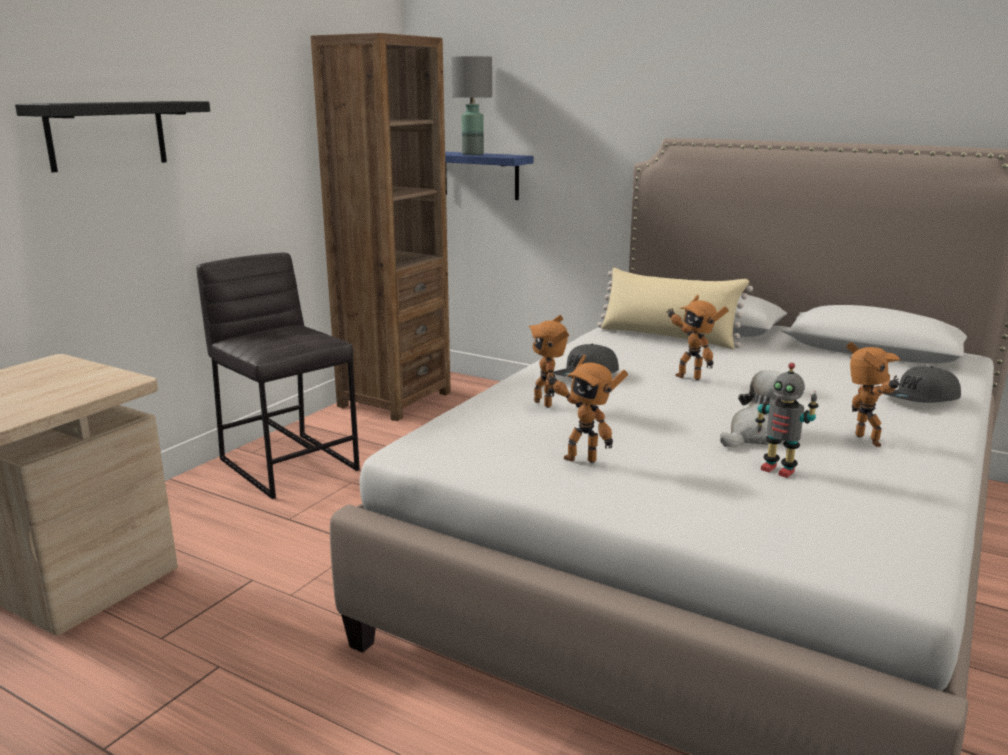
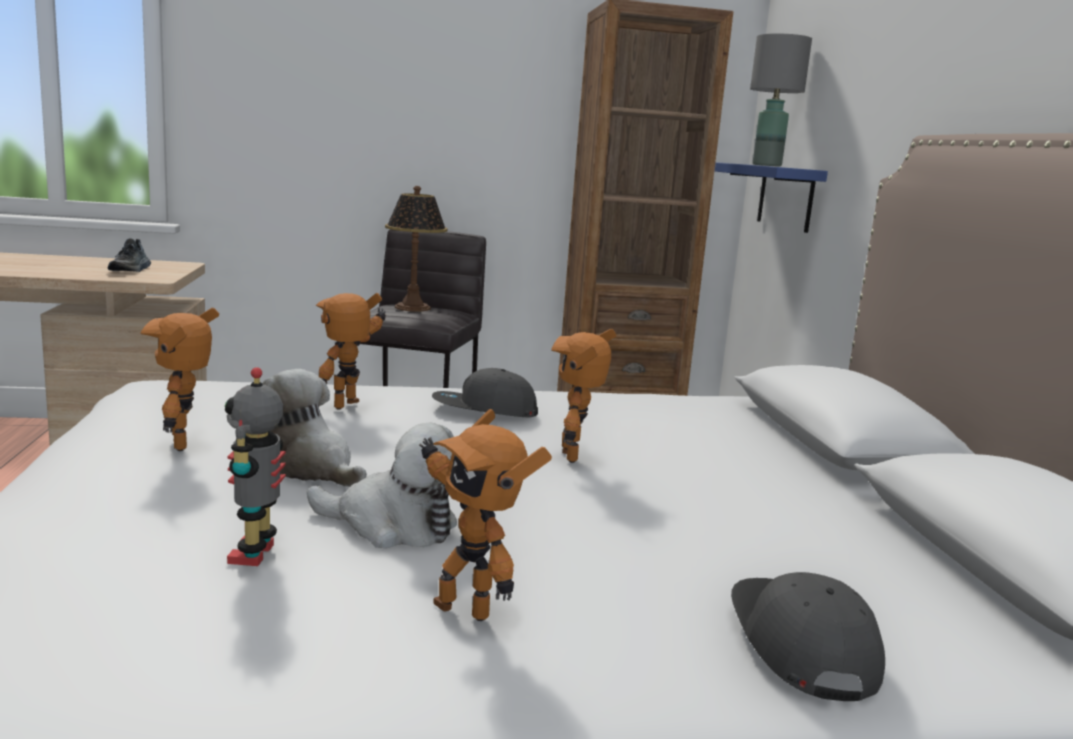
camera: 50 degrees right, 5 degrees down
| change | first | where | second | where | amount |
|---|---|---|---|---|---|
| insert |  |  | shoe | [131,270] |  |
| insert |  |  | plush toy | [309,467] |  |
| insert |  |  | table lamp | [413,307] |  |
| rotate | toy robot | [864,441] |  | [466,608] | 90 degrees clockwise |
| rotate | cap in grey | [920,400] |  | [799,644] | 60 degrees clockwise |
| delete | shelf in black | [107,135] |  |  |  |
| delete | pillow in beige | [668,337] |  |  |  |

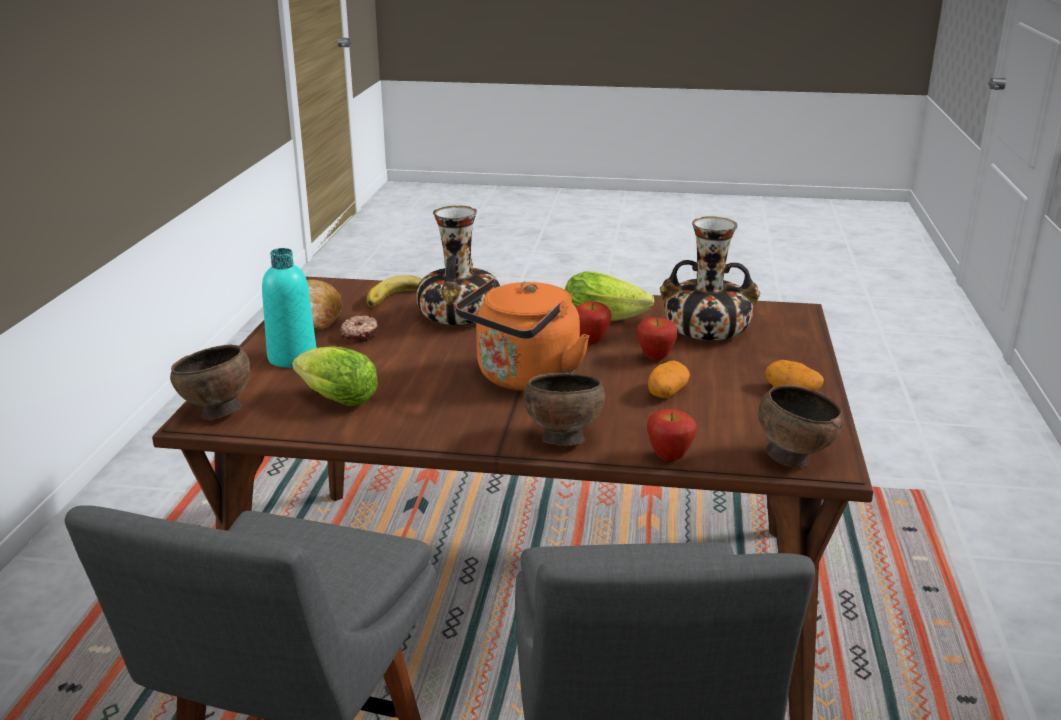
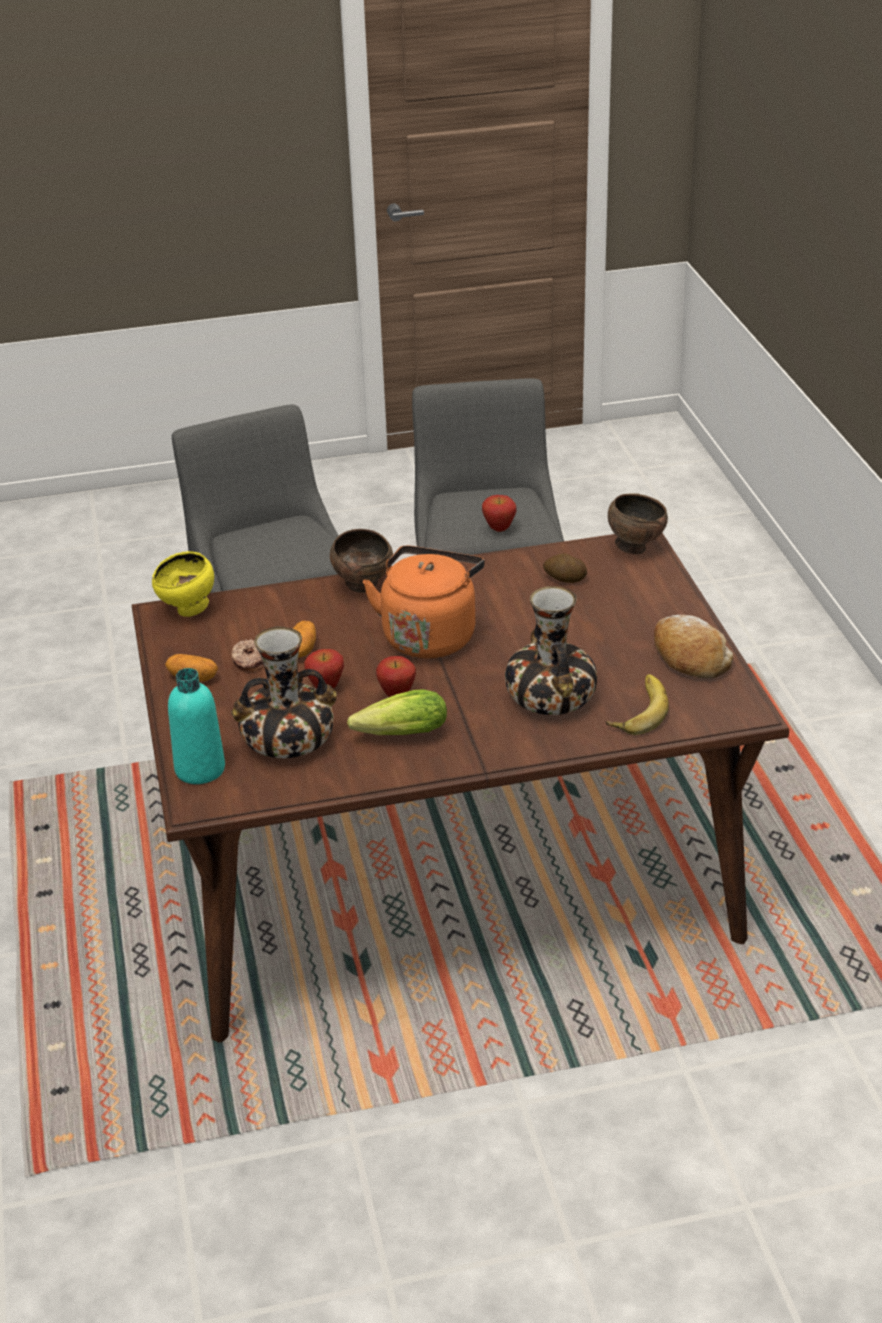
camera: 160 degrees right, 10 degrees up
| change | first | where | second | where | amount |
|---|---|---|---|---|---|
| recolor | bowl in brown | [793,459] | bowl in yellow | [188,610] |  |
| move | bottle in turquoise | [292,358] |  | [200,769] |  |
| move | donut | [360,335] |  | [249,661] |  |
| move | apple | [669,458] |  | [499,529] |  |
| replace | lettuce | [334,399] | potato | [564,579] |  |

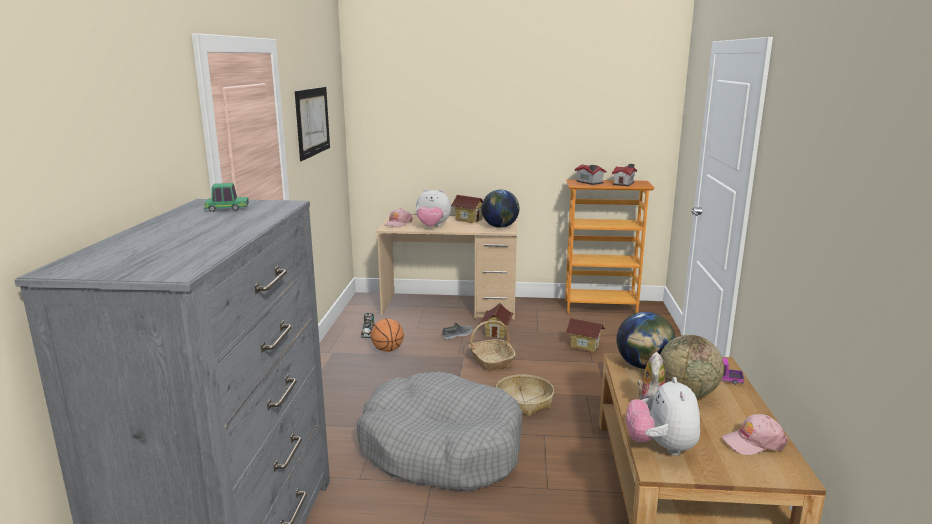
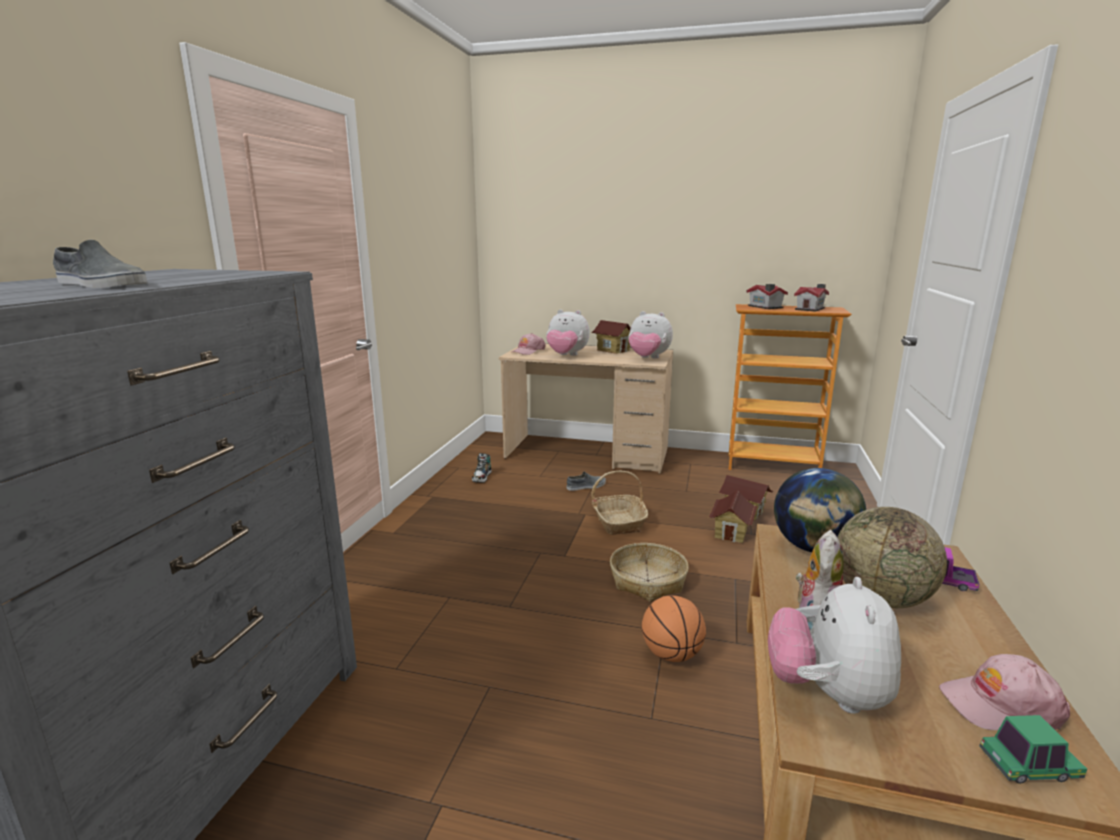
camera: 10 degrees right, 0 degrees up
| change | first | where | second | where | amount |
|---|---|---|---|---|---|
| insert |  |  | shoe in grey | [100,285] |  |
| replace | globe | [500,226] | plush toy | [648,358] |  |
| move | basketball | [387,350] |  | [671,654] |  |
| move | toy house | [497,332] |  | [731,533] |  |
| move | toy car | [227,209] |  | [1028,766] |  |
| delete | picture | [312,121] |  |  |  |
| delete | dog bed in grey | [441,448] |  |  |  |

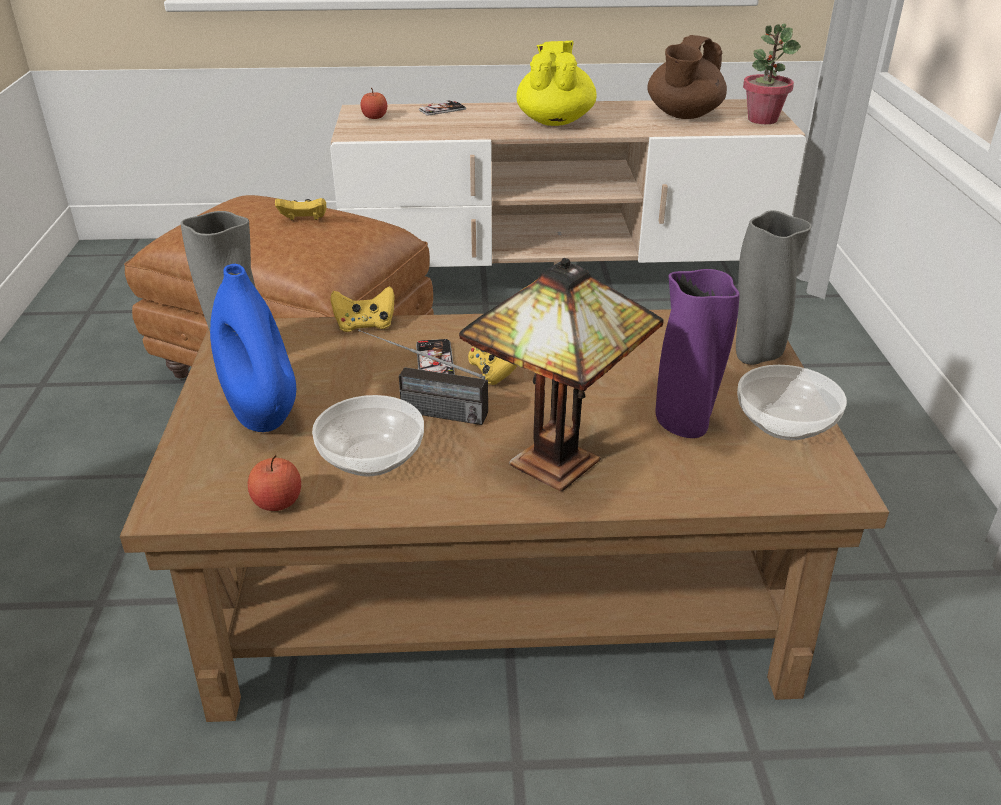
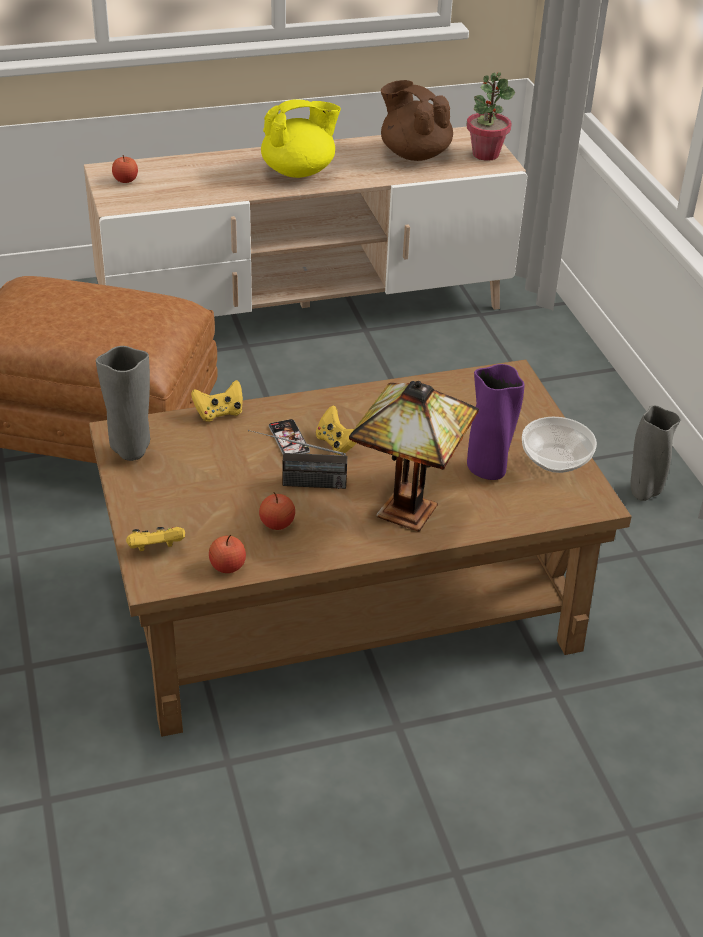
camera: 15 degrees left, 5 degrees up
| change | first | where | second | where | amount |
|---|---|---|---|---|---|
| move | game controller in yellow | [304,220] |  | [156,549] |  |
| replace | bowl | [371,456] | apple | [277,523] |  |
| rotate | teapot in yellow | [555,121] |  | [299,171] | 75 degrees clockwise |
| rotate | teapot in brown | [683,115] |  | [414,154] | 120 degrees clockwise |
| move | vase in grey | [755,356] |  | [643,492] |  |
| delete | vase in blue | [262,413] |  |  |  |
| delete | phone | [442,110] |  |  |  |

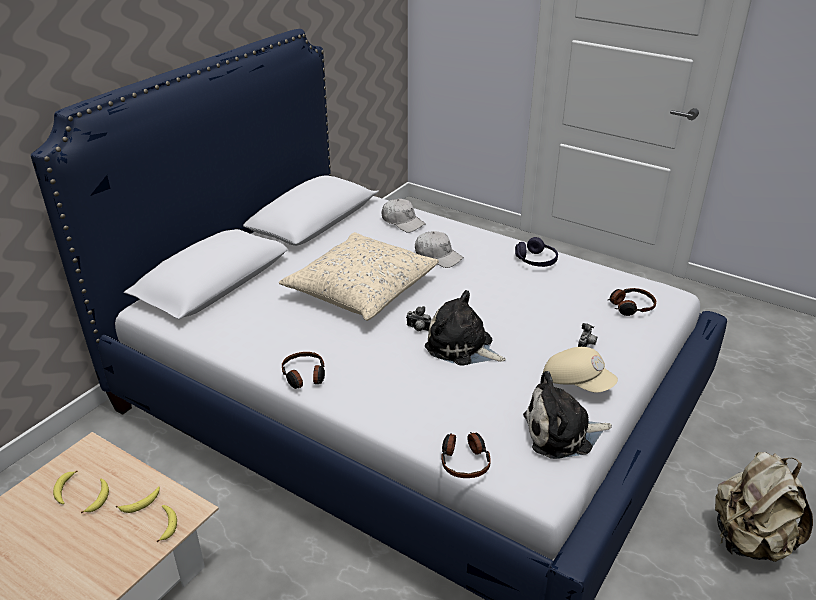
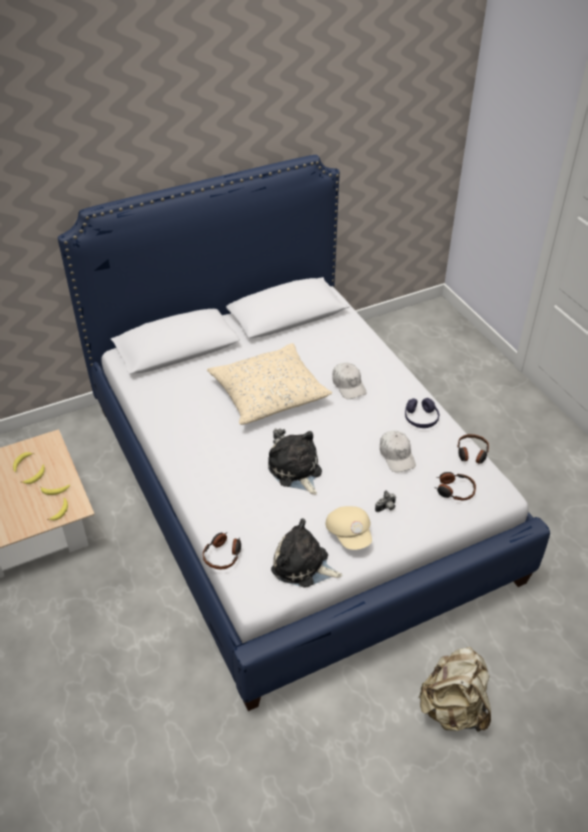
camera: 30 degrees right, 10 degrees up
| change | first | where | second | where | amount |
|---|---|---|---|---|---|
| move | cap in white | [402,222] |  | [397,455] |  |
| move | headphones | [304,376] |  | [472,453] |  |

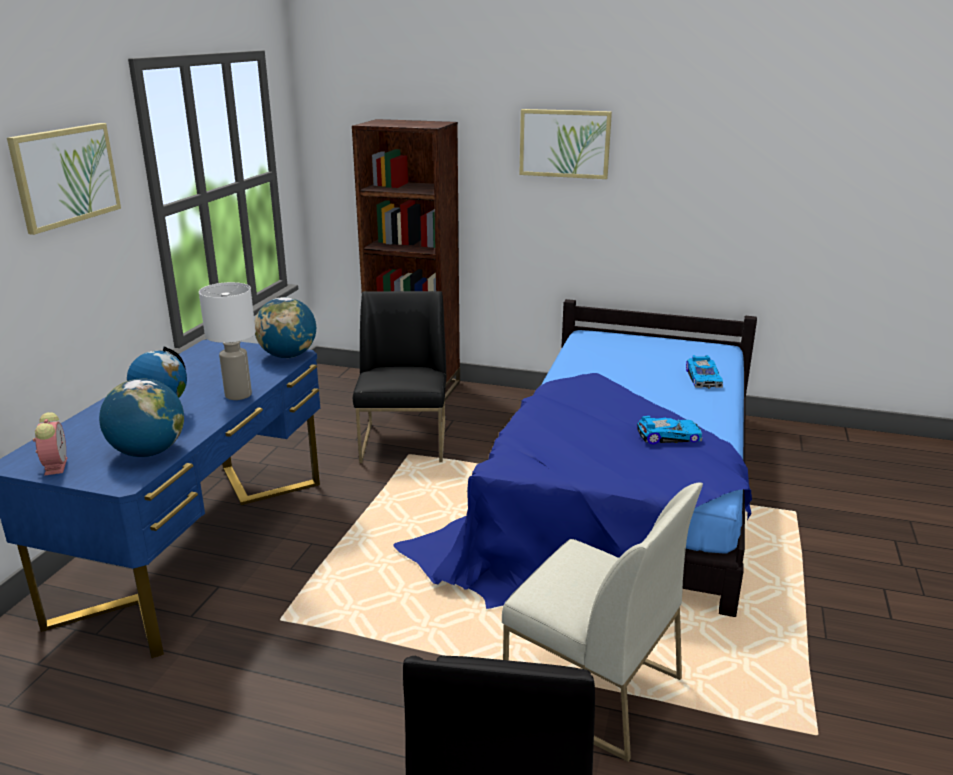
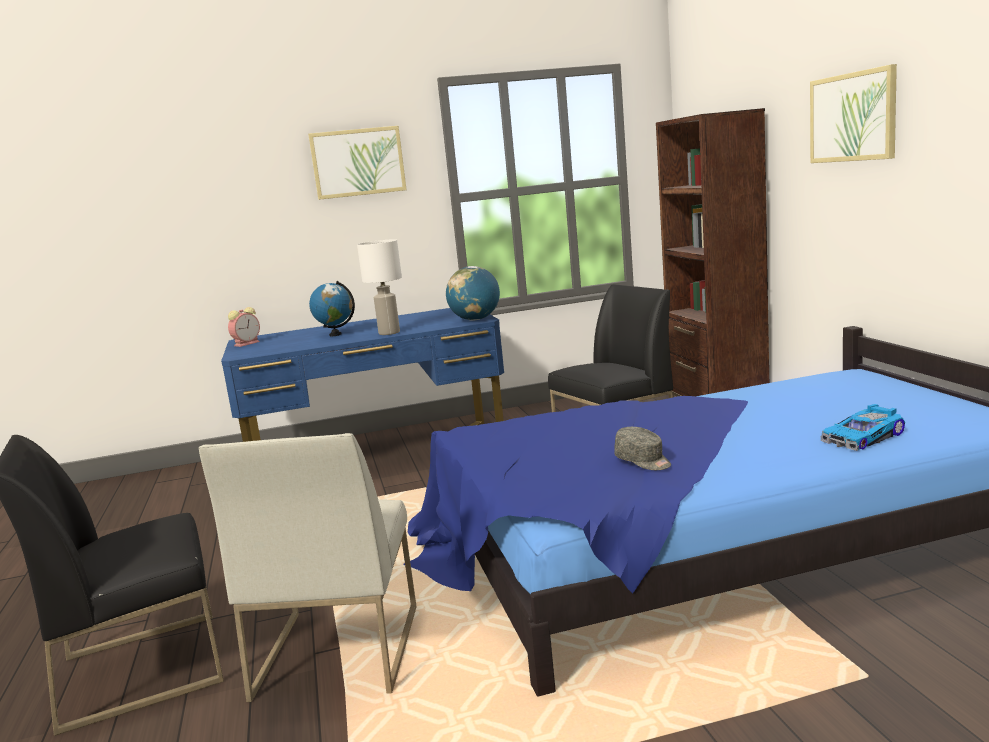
camera: 60 degrees right, 10 degrees down
| change | first | where | second | where | amount |
|---|---|---|---|---|---|
| replace | toy car | [668,435] | cap in grey | [643,461] |  |
| delete | globe | [148,452] |  |  |  |

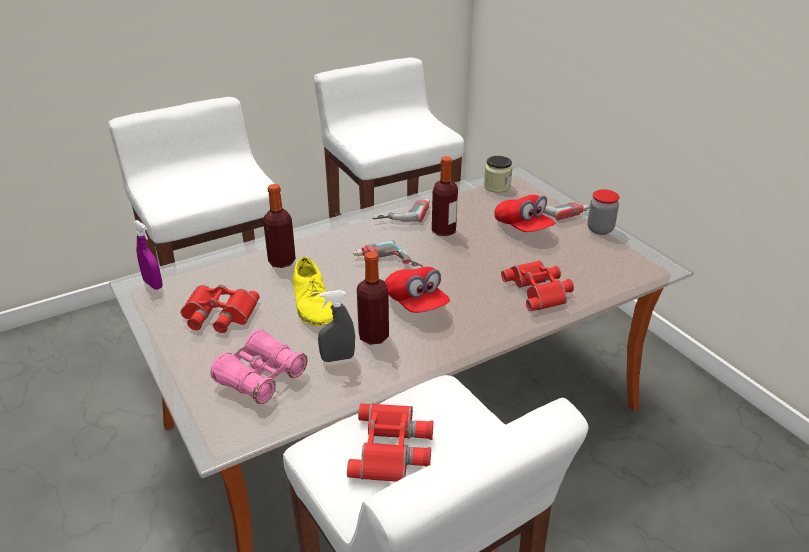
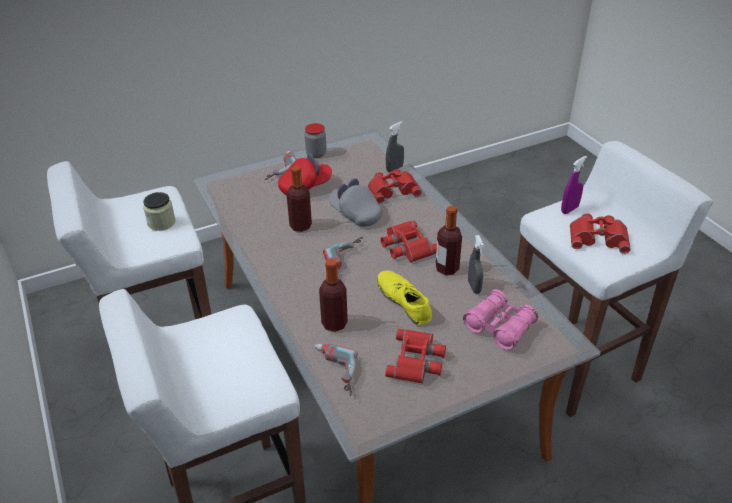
camera: 85 degrees left, 5 degrees up
| change | first | where | second | where | amount |
|---|---|---|---|---|---|
| move | jar | [497,186] |  | [161,222] |  |
| move | power drill | [402,213] |  | [332,372] |  |
| insert |  |  | cap in grey | [355,214] |  |
| rotate | shoe in yellow | [313,304] |  | [404,301] | 105 degrees counterclockwise |
| replace | cap in red | [416,303] | binoculars in red | [406,246] |  |
| insert |  |  | spray bottle in grey | [394,169] |  |
| move | spray bottle in purple | [153,284] |  | [569,209] |  |

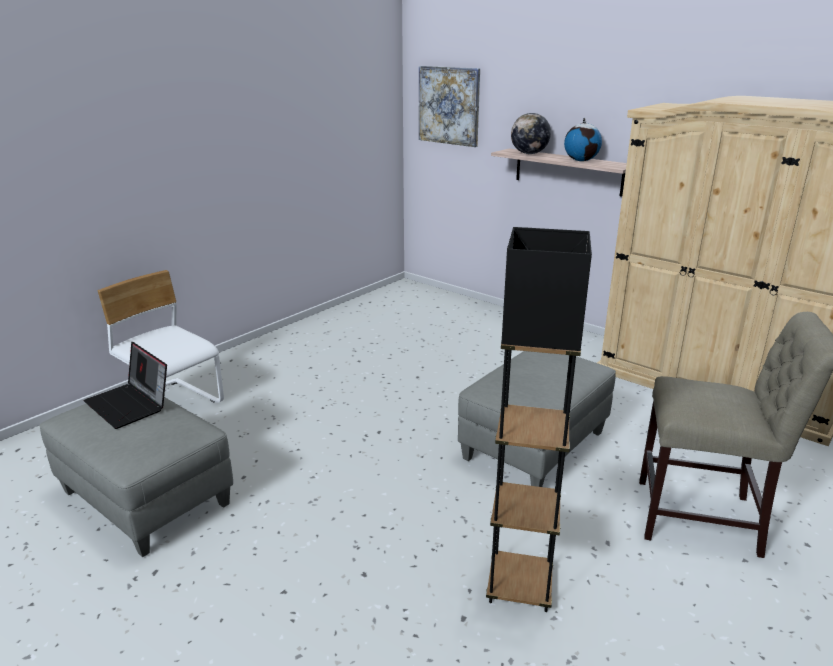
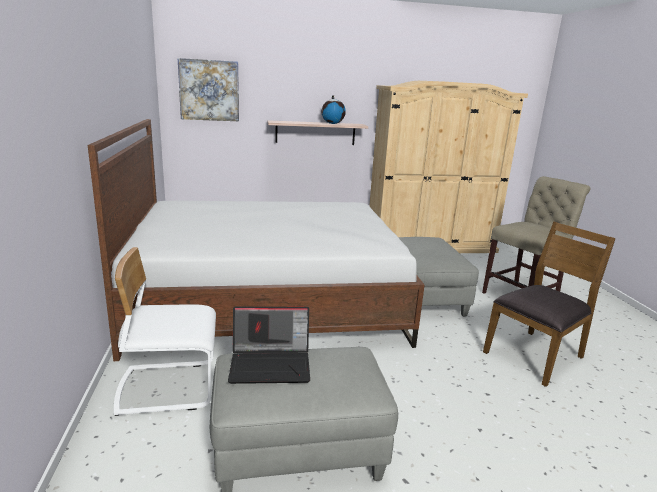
camera: 50 degrees left, 5 degrees down
| change | first | where | second | where | amount |
|---|---|---|---|---|---|
| insert |  |  | bed | [267,301] |  |
| replace | floor lamp in black | [519,586] | chair in brown | [535,355] |  |
| delete | globe | [529,153] |  |  |  |

